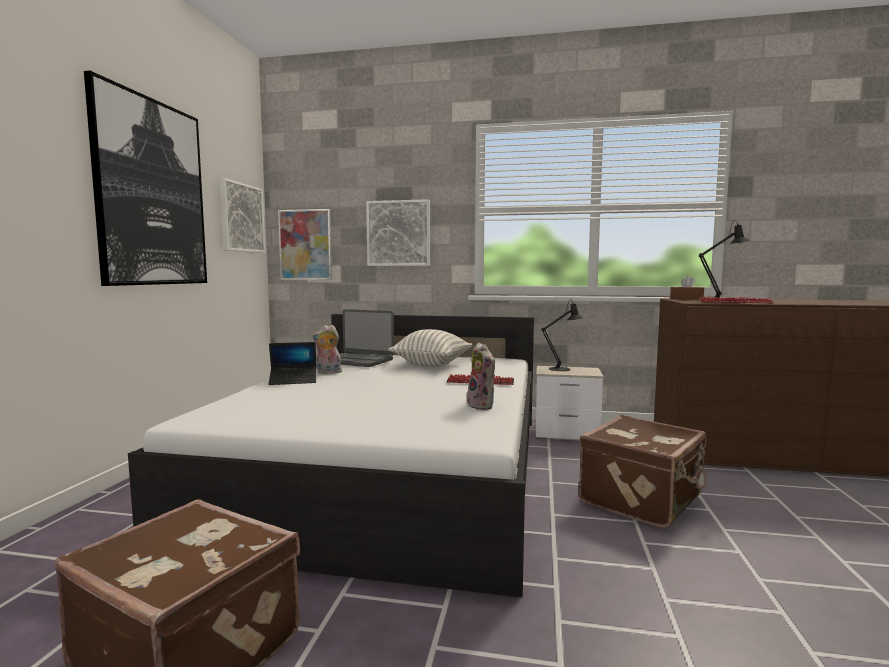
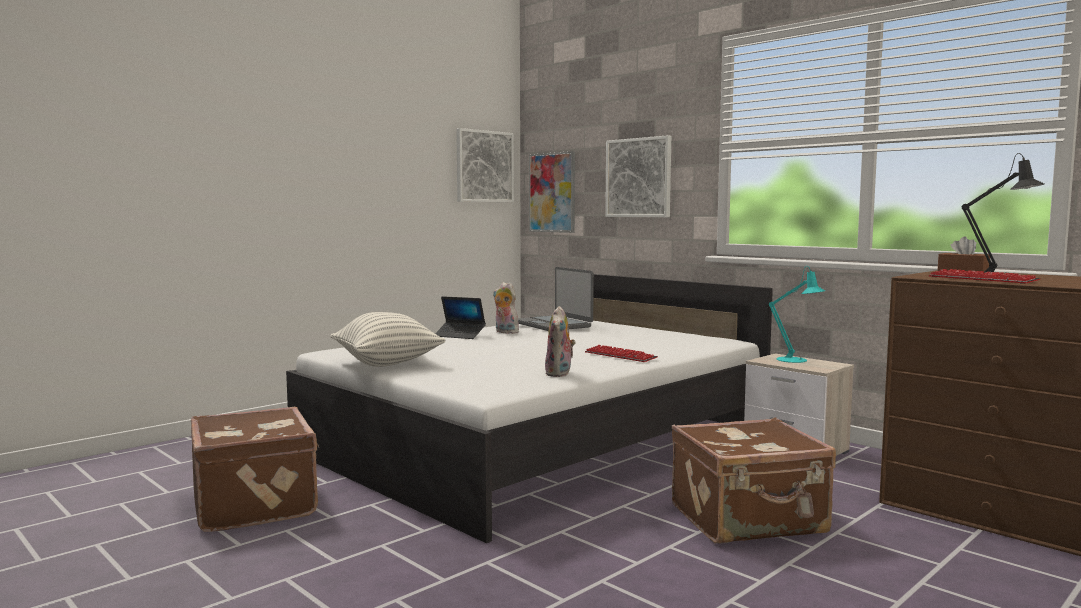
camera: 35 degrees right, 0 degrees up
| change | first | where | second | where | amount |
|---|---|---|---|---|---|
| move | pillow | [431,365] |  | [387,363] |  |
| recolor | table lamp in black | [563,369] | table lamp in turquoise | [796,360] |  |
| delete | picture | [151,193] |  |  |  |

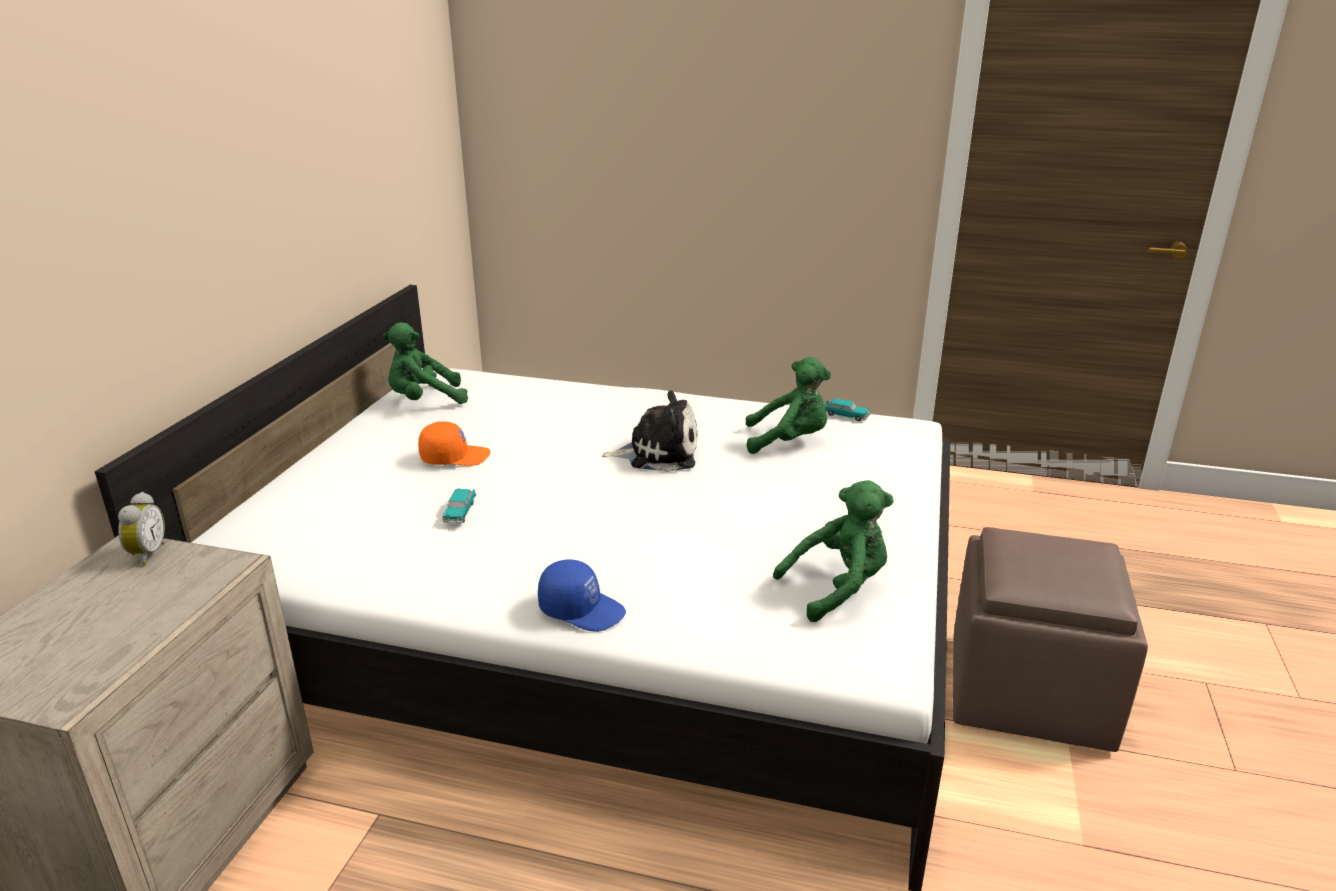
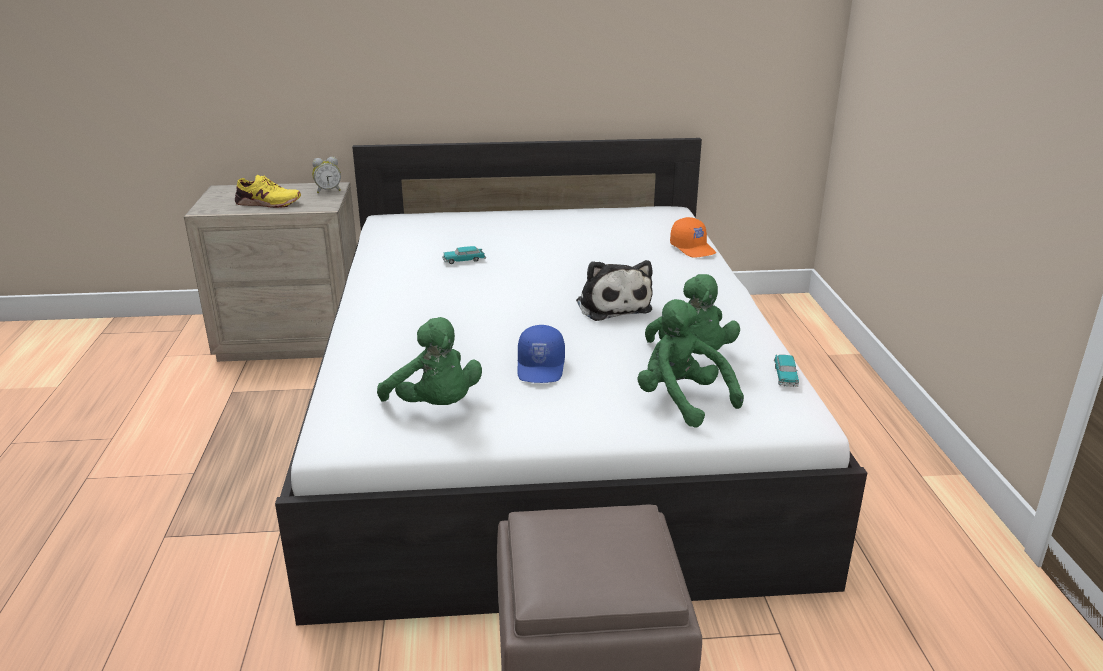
camera: 70 degrees right, 0 degrees up
| change | first | where | second | where | amount |
|---|---|---|---|---|---|
| insert |  |  | shoe in yellow | [267,203] |  |
| move | cap in blue | [582,609] |  | [541,367] |  |
| move | plush toy in green | [425,400] |  | [681,401] |  |
| move | cap in orange | [455,457] |  | [693,248] |  |

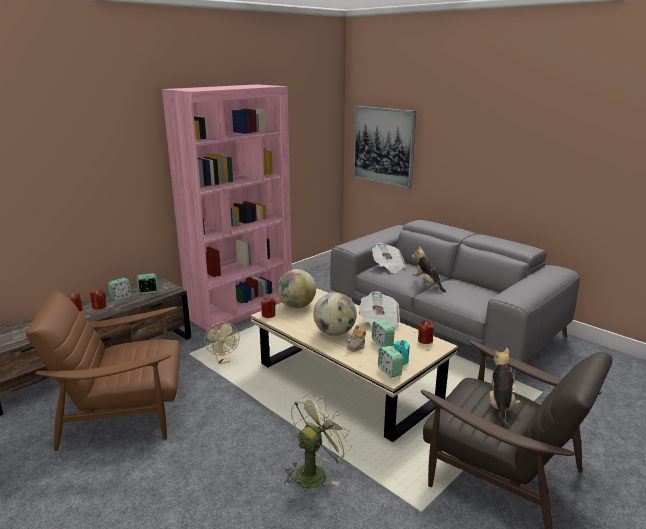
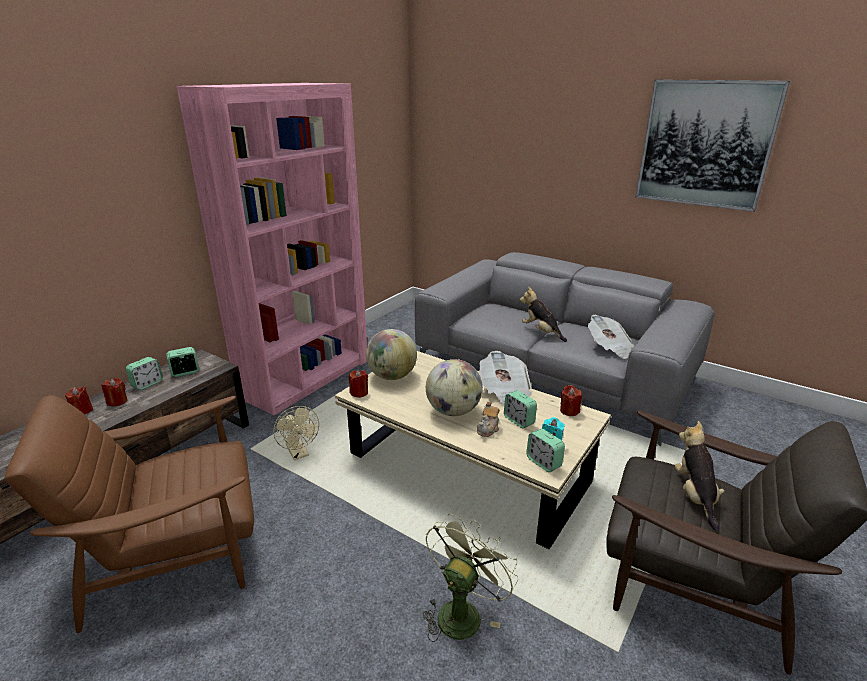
camera: 10 degrees left, 5 degrees up
| change | first | where | second | where | amount |
|---|---|---|---|---|---|
| move | newspaper | [388,267] |  | [609,348] |  |
| move | picture | [383,146] |  | [705,144] |  |

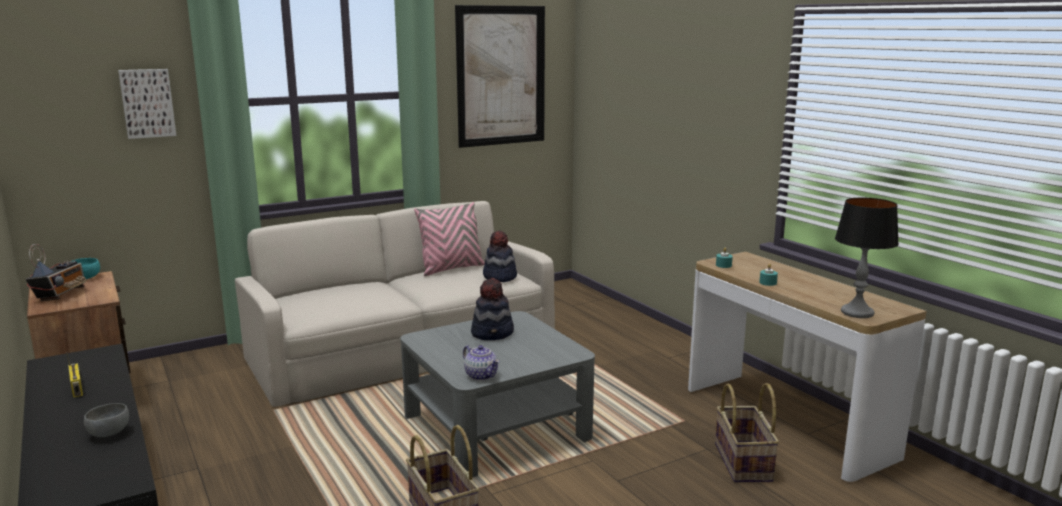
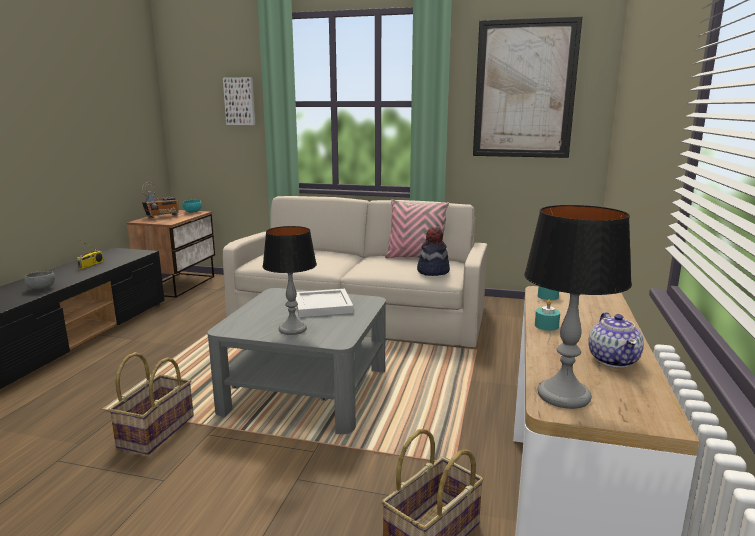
camera: 45 degrees right, 0 degrees up
| change | first | where | second | where | amount |
|---|---|---|---|---|---|
| insert |  |  | table lamp | [292,329] |  |
| replace | hat | [493,333] | tray in white | [324,305] |  |
| move | teapot | [481,375] |  | [613,360] |  |

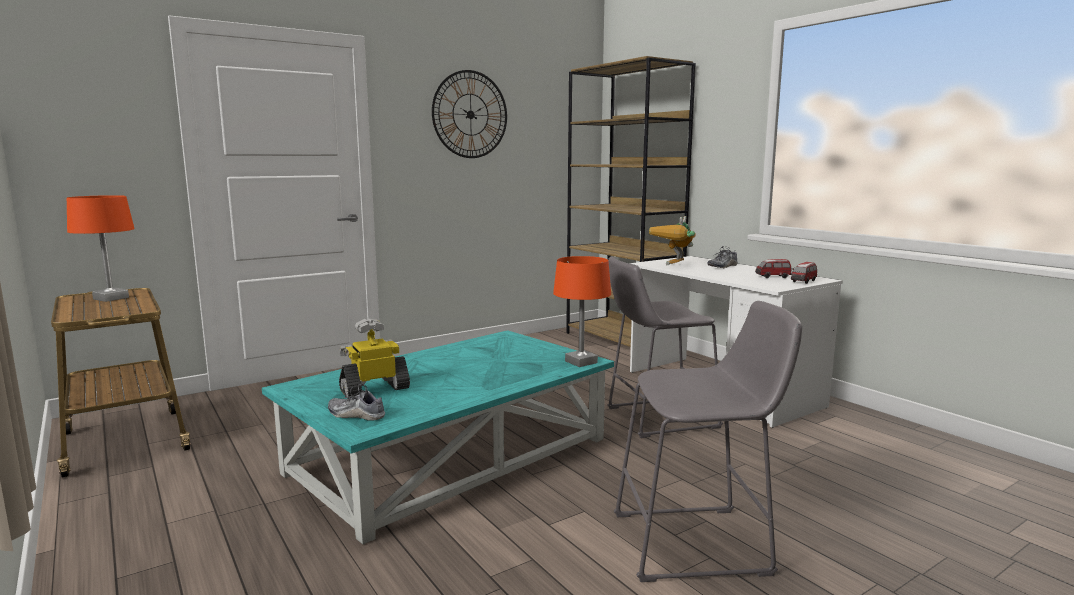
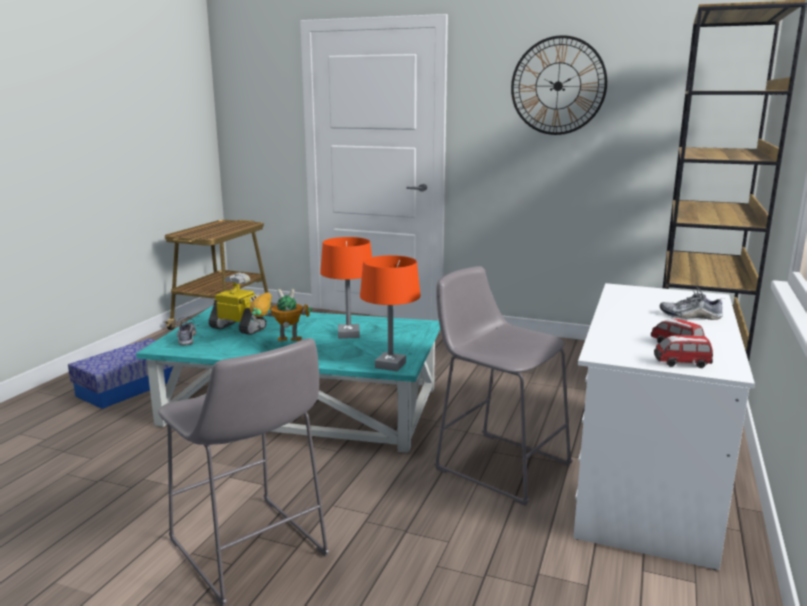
camera: 55 degrees right, 5 degrees up
| change | first | where | second | where | amount |
|---|---|---|---|---|---|
| insert |  |  | storage box | [128,387] |  |
| move | toy robot | [675,266] |  | [278,345] |  |
| move | table lamp in orange | [111,298] |  | [348,334] |  |

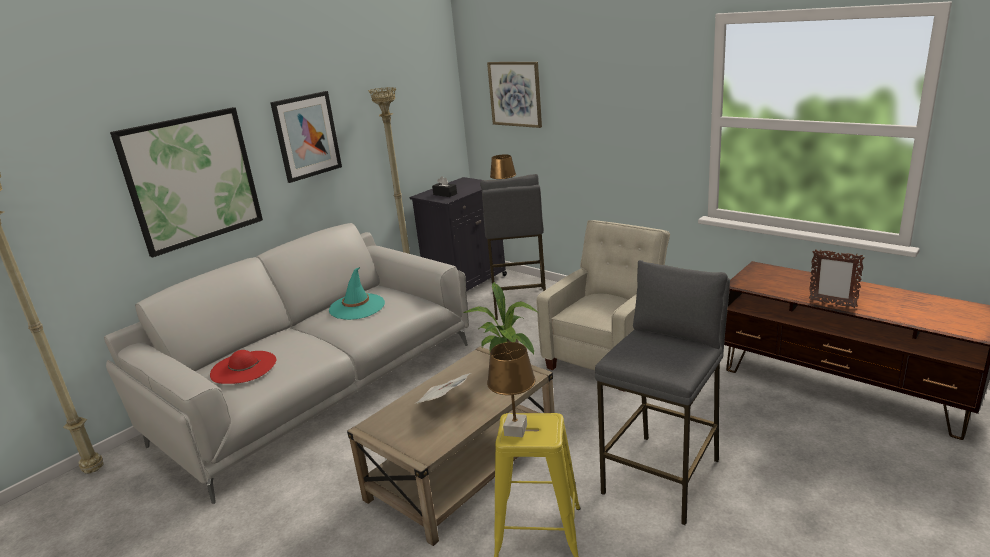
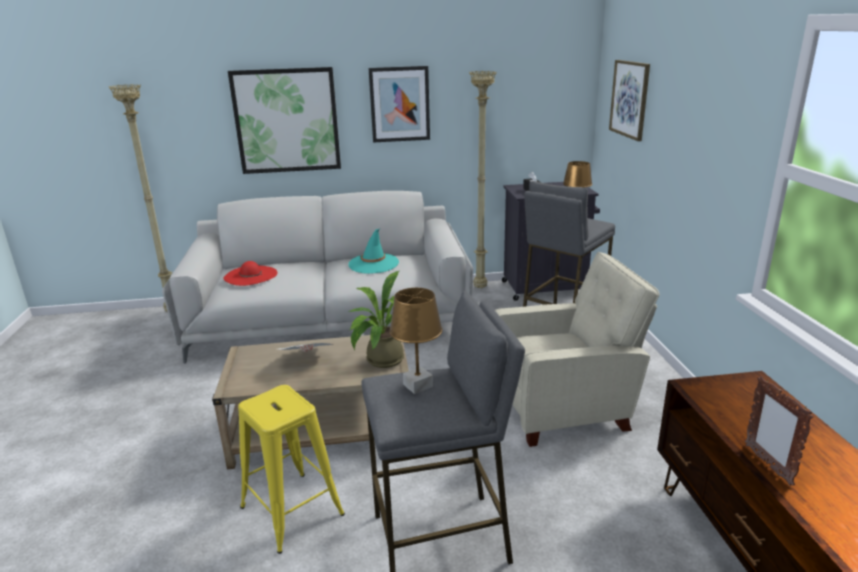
camera: 40 degrees right, 0 degrees up
| change | first | where | second | where | amount |
|---|---|---|---|---|---|
| move | table lamp in brown | [515,430] |  | [418,385] |  |

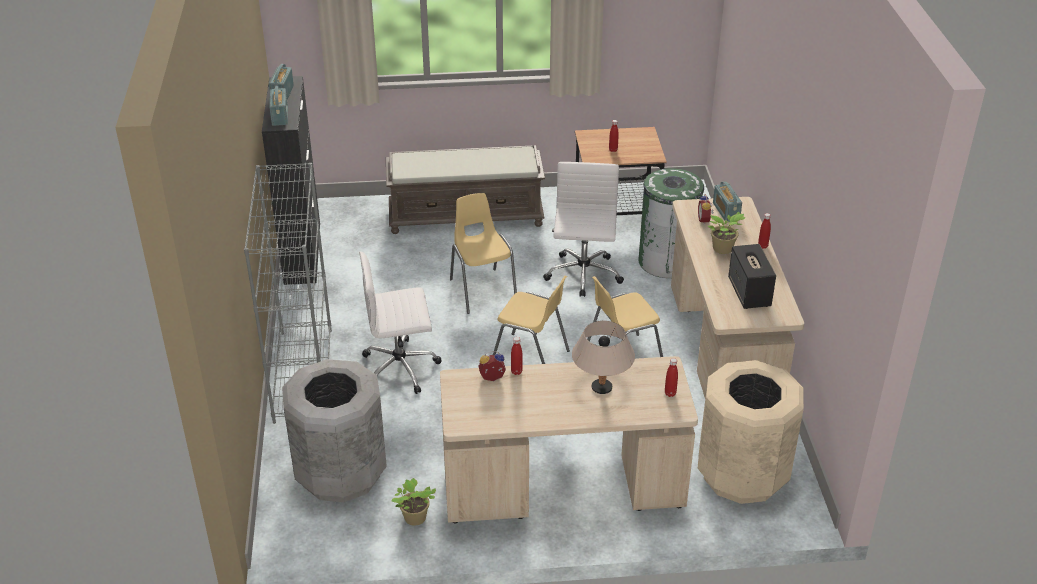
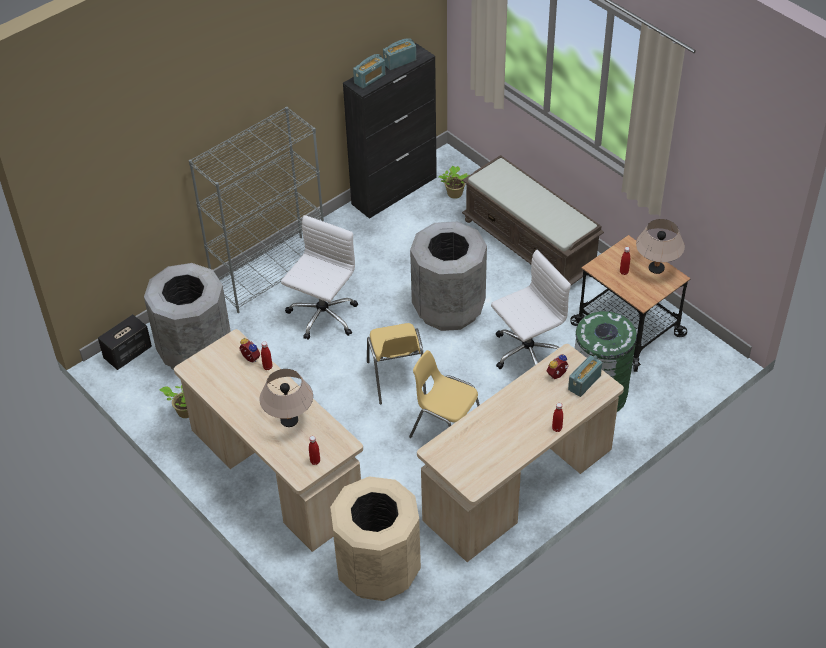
camera: 55 degrees right, 10 degrees up
| change | first | where | second | where | amount |
|---|---|---|---|---|---|
| move | speaker | [749,293] |  | [127,353] |  |
| rotate | office chair in white | [401,367] |  | [322,317] | 75 degrees clockwise |
| replace | chair in yellow | [482,290] | trash can in grey | [449,308] |  |
| move | potted plant | [723,249] |  | [454,194] |  |
| insert |  |  | table lamp in beige | [656,268] |  |

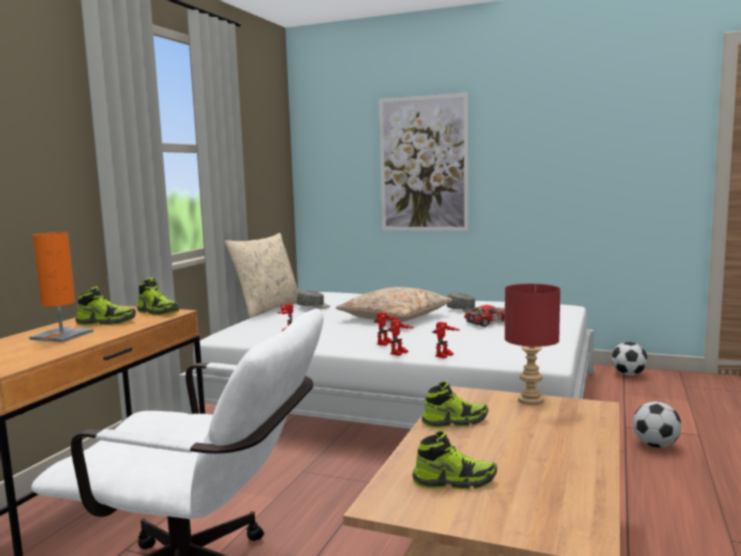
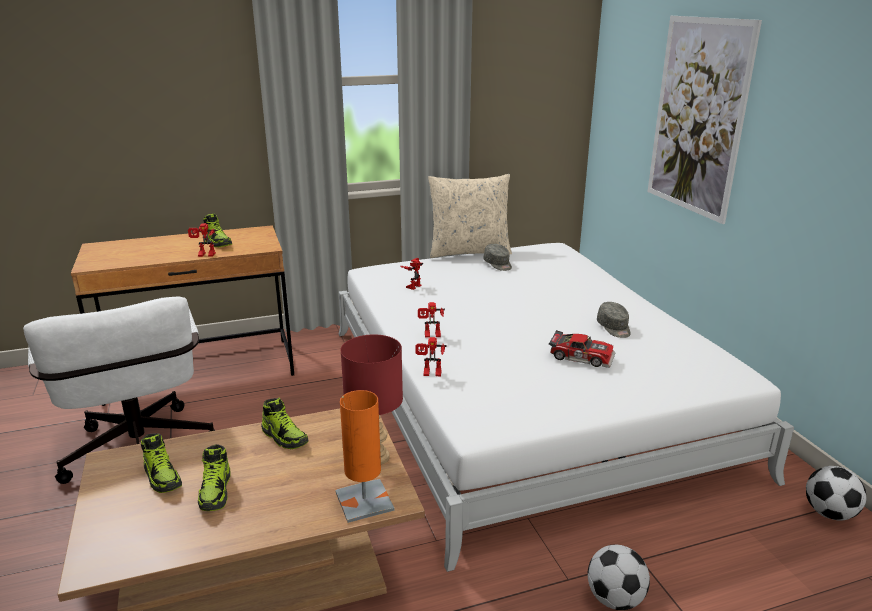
camera: 50 degrees right, 15 degrees up
| change | first | where | second | where | amount |
|---|---|---|---|---|---|
| move | toy robot | [400,353] |  | [205,255] |  |
| move | shoe | [158,312] |  | [216,492] |  |
| move | table lamp in orange | [62,335] |  | [364,501] |  |
| delete | pillow in beige | [394,317] |  |  |  |

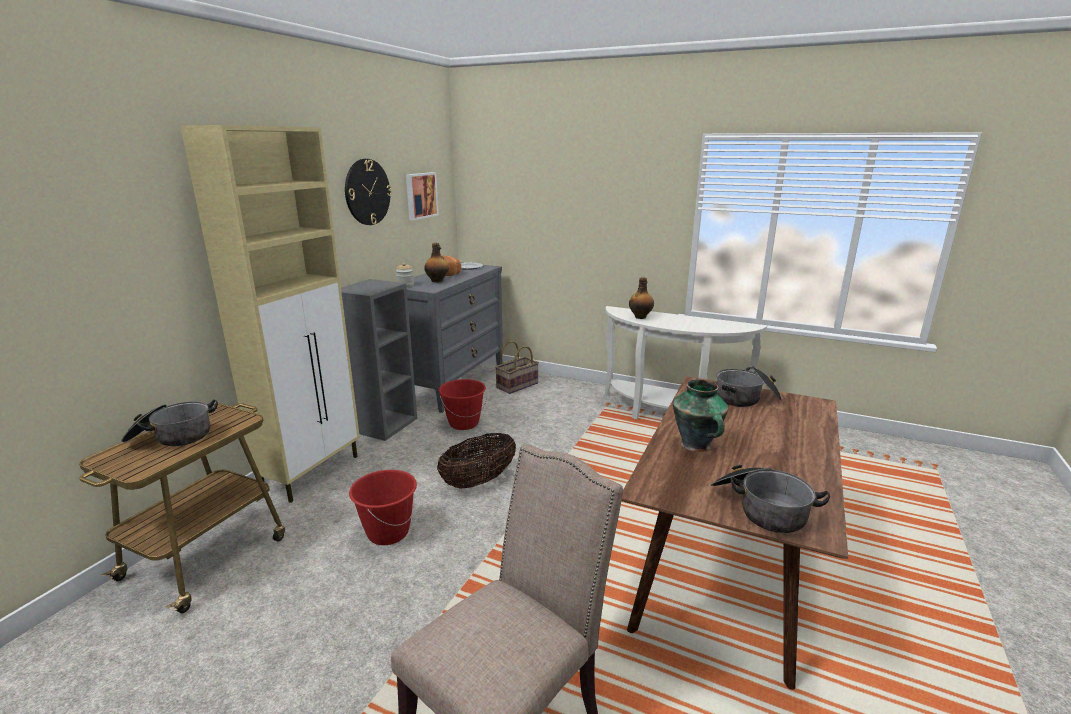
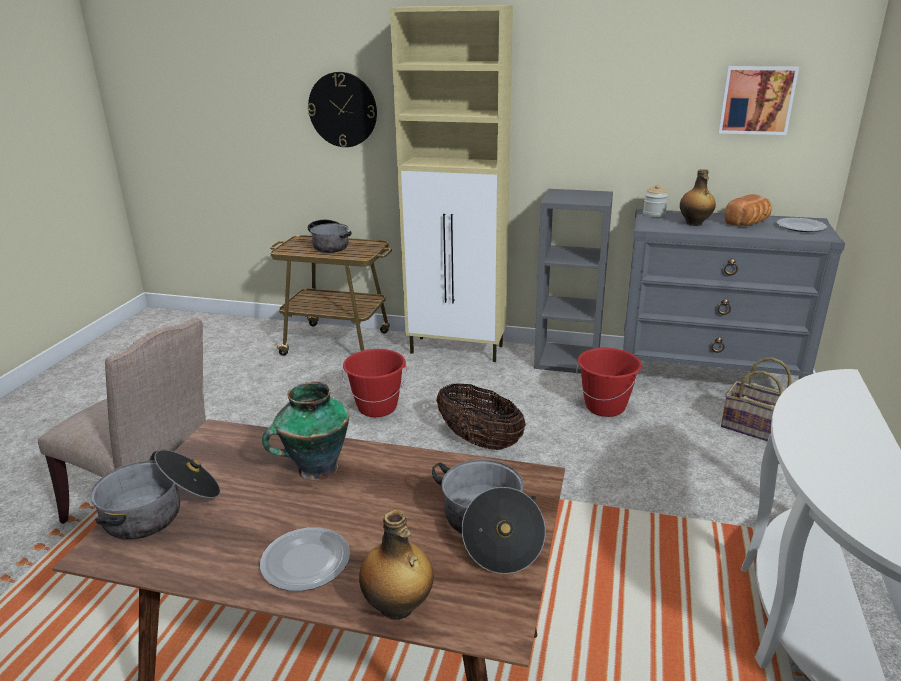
camera: 80 degrees right, 5 degrees up
| change | first | where | second | where | amount |
|---|---|---|---|---|---|
| insert |  |  | plate | [306,560] |  |
| move | wall clock | [367,192] |  | [343,110] |  |
| move | bottle | [640,317] |  | [398,607] |  |

